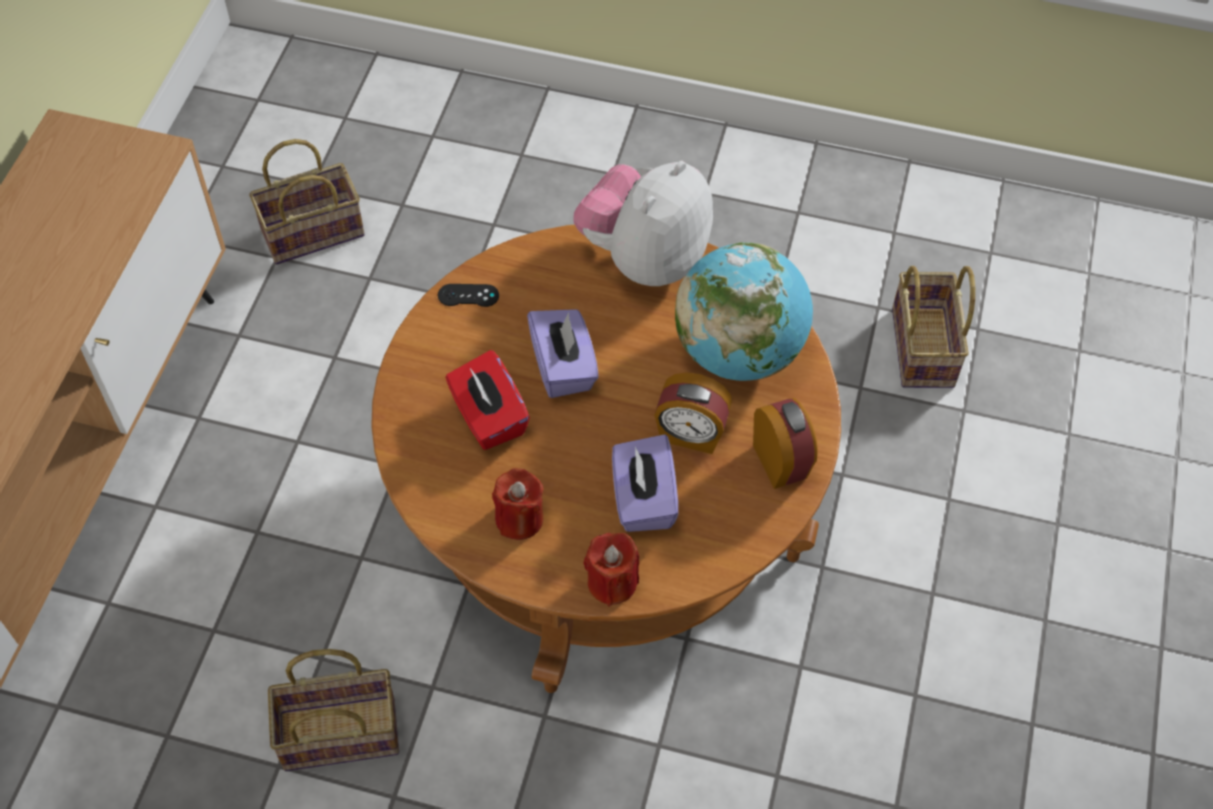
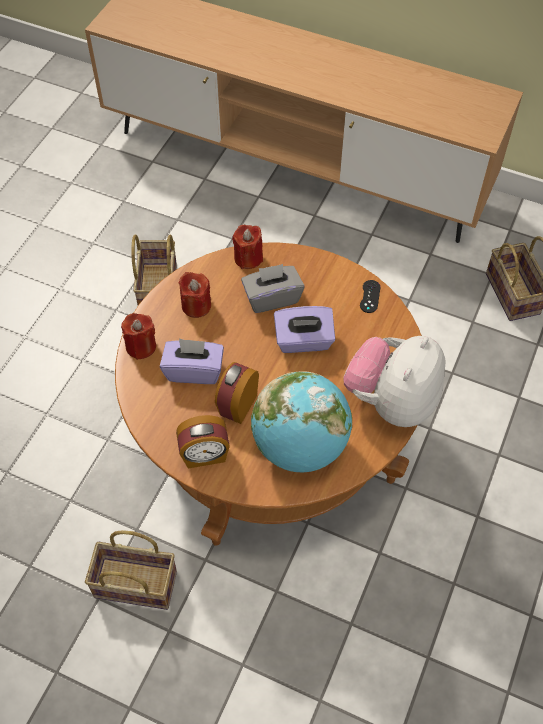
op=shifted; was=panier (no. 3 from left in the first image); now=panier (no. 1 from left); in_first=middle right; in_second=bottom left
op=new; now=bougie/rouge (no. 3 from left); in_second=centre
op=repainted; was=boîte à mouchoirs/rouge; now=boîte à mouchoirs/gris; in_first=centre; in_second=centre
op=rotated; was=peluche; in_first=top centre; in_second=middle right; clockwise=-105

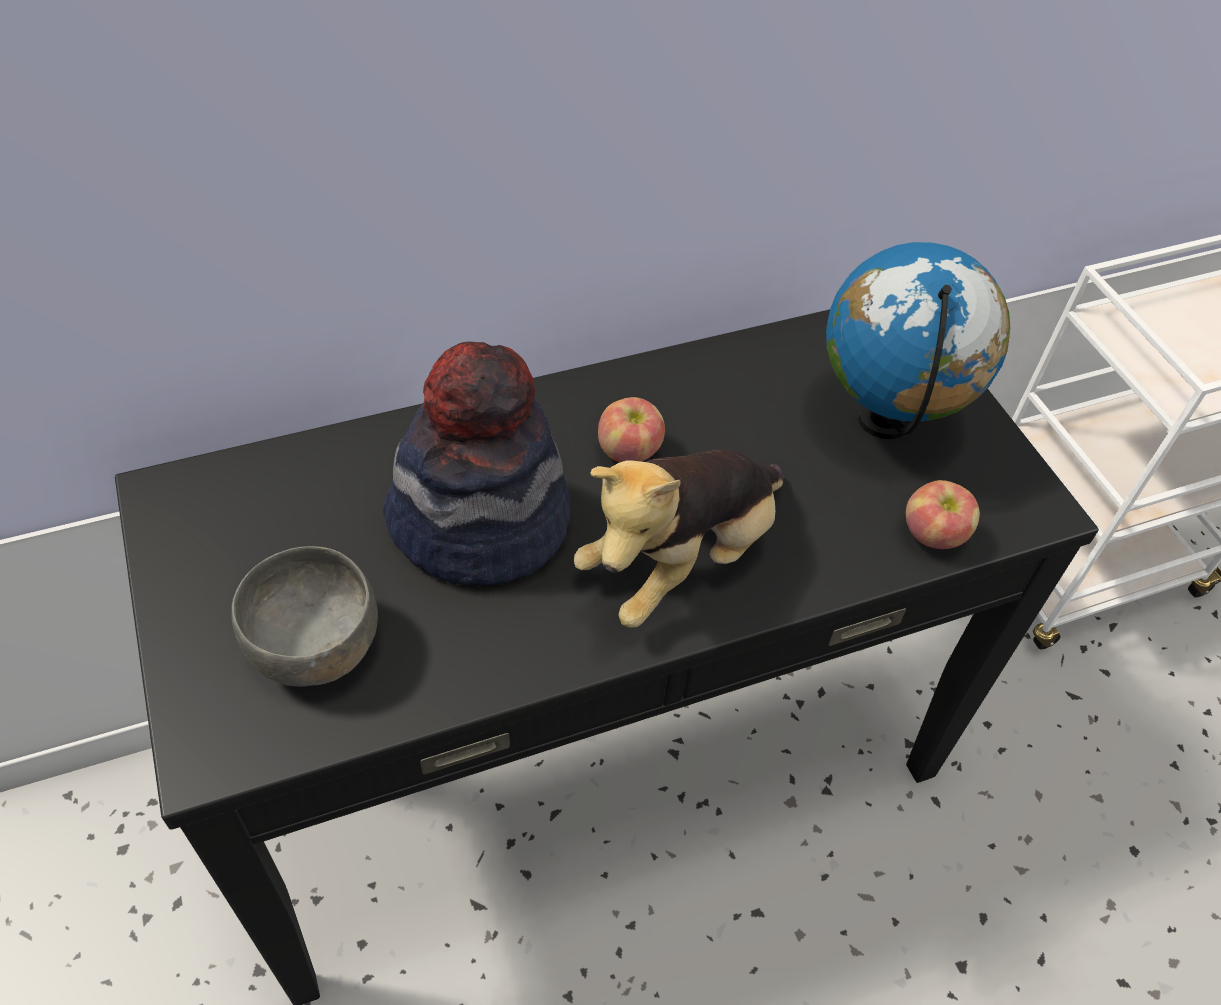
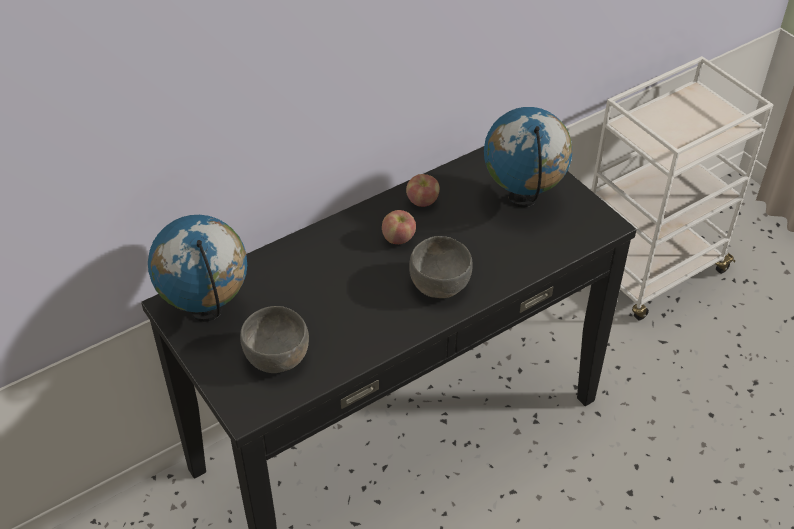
op=new; now=globe (no. 1 from left); in_second=middle left
op=shifted; was=pomme (no. 2 from left); in_first=middle right; in_second=centre
op=swapped; was=peluche; now=bol/gris (no. 2 from left); in_first=centre; in_second=centre
op=gone; was=chapeau; in_first=centre

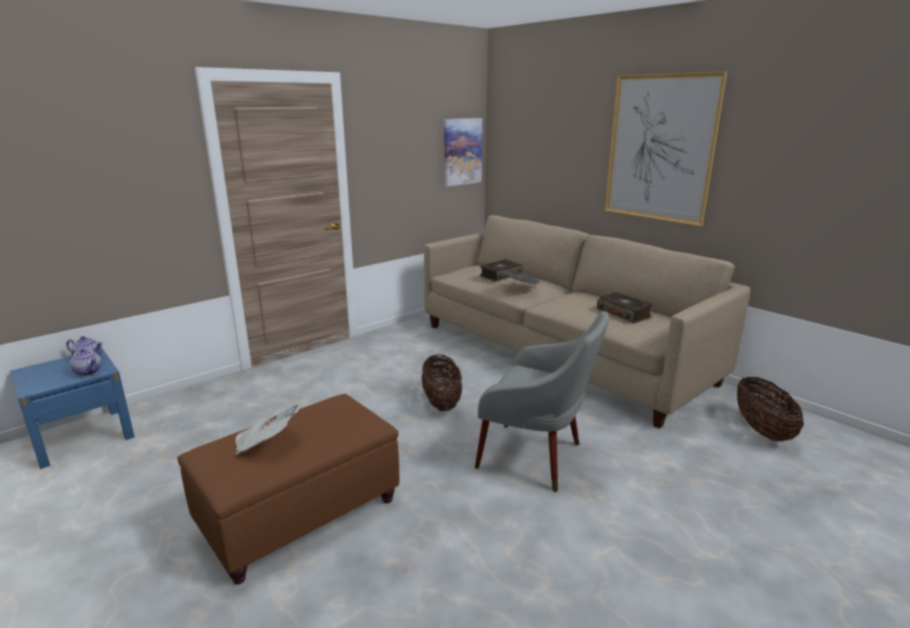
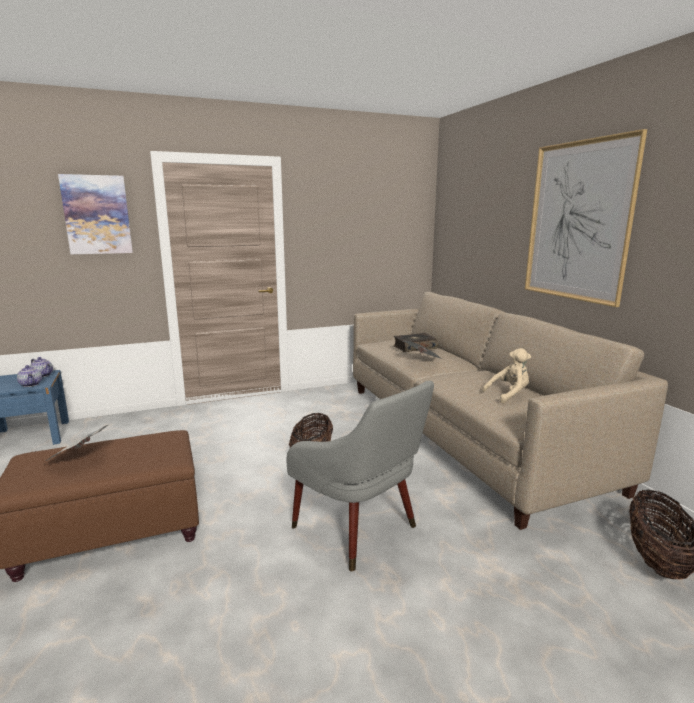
op=shifted; was=tableau (no. 1 from left); in_first=top centre; in_second=top left
op=swapped; was=livre (no. 2 from left); now=peluche/beige; in_first=middle right; in_second=middle right

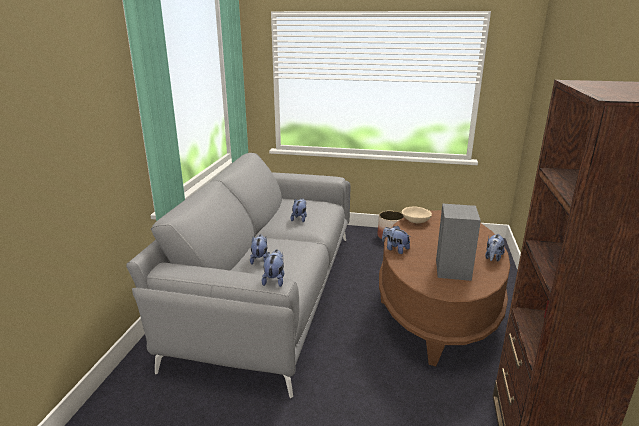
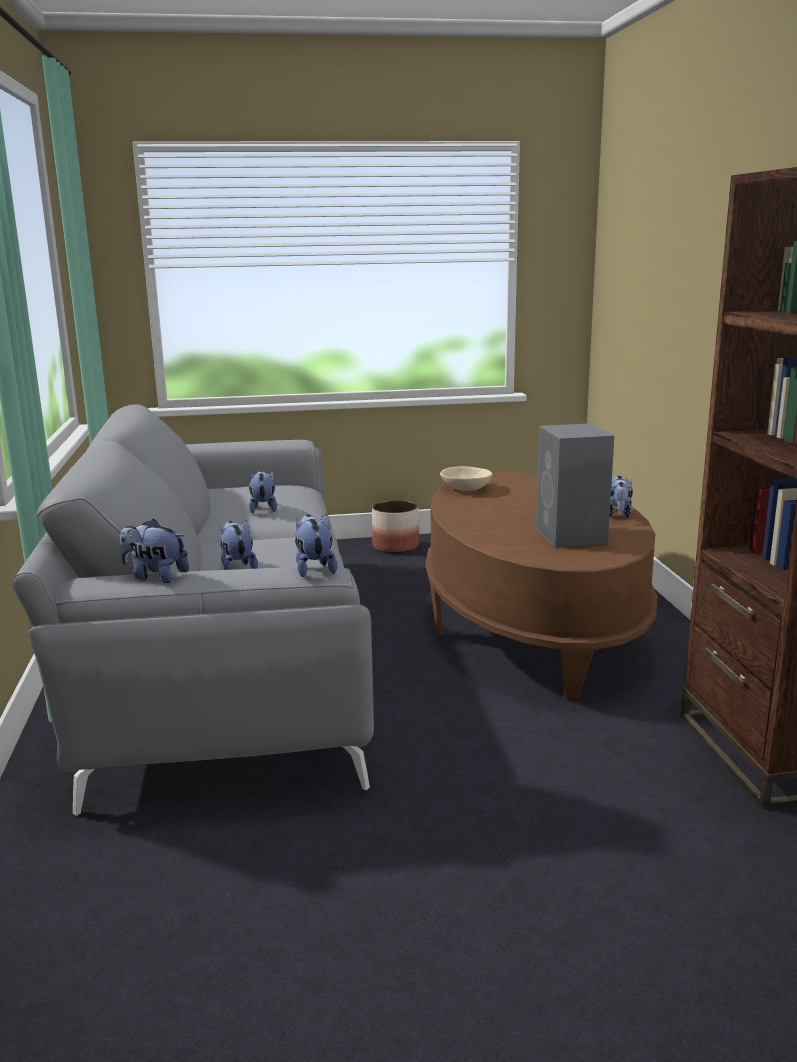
op=shifted; was=peluche (no. 4 from left in the first image); now=peluche (no. 1 from left); in_first=centre; in_second=middle left

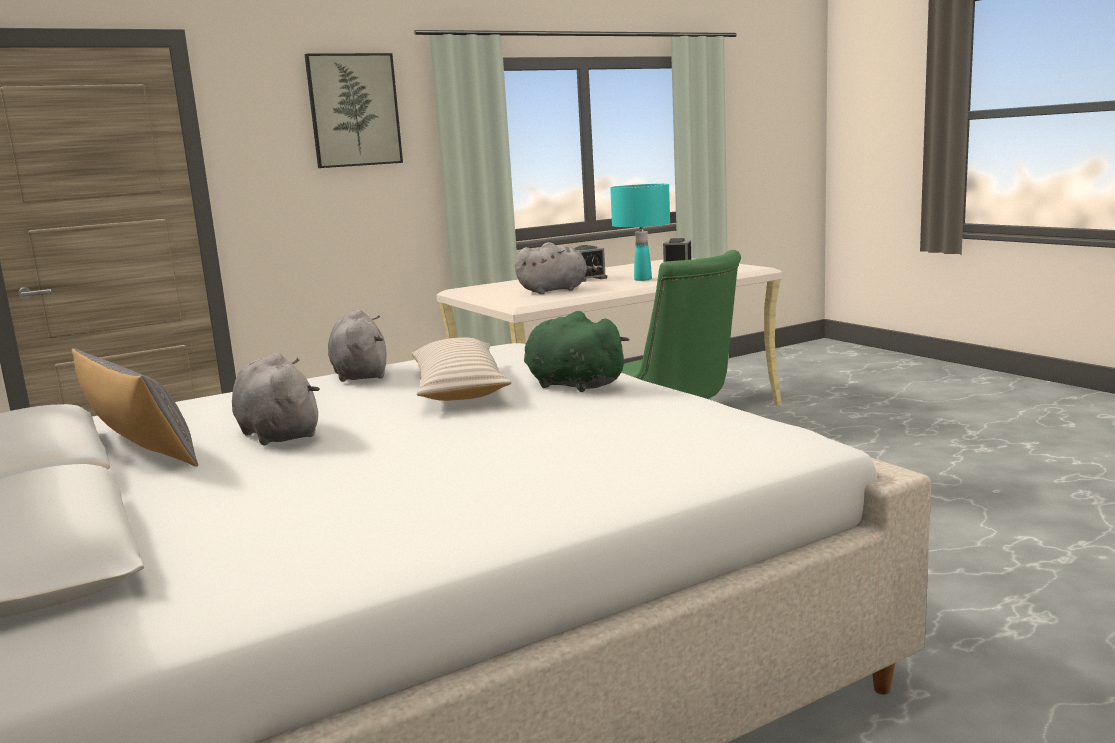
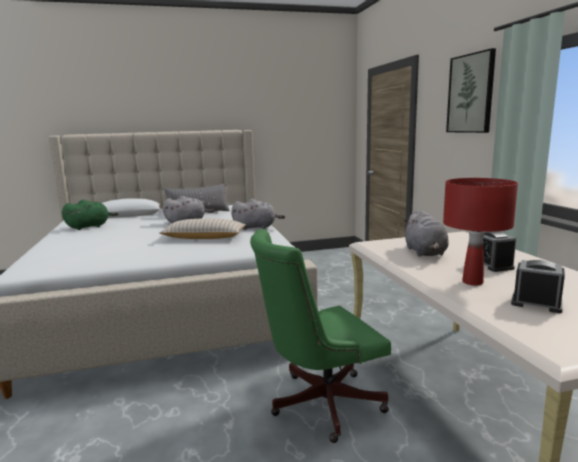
op=shifted; was=peluche/vert; in_first=centre; in_second=middle left
op=repainted; was=lampe de table/turquoise; now=lampe de table/rouge; in_first=top centre; in_second=middle right

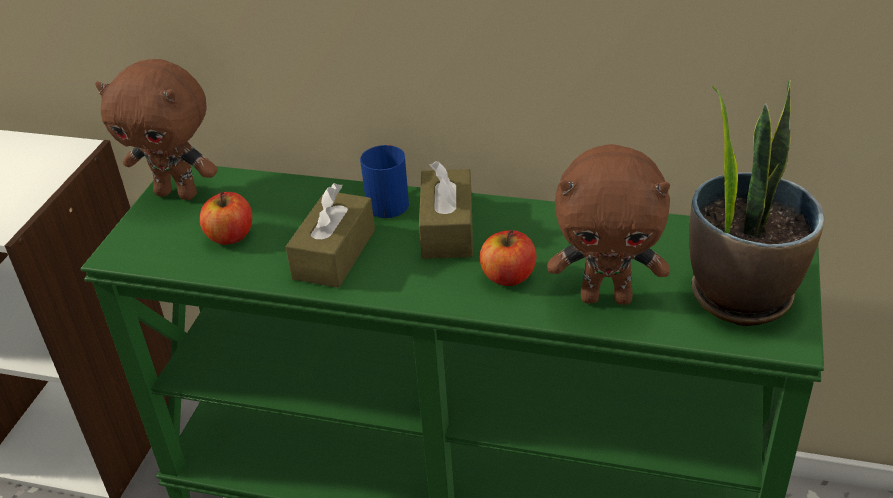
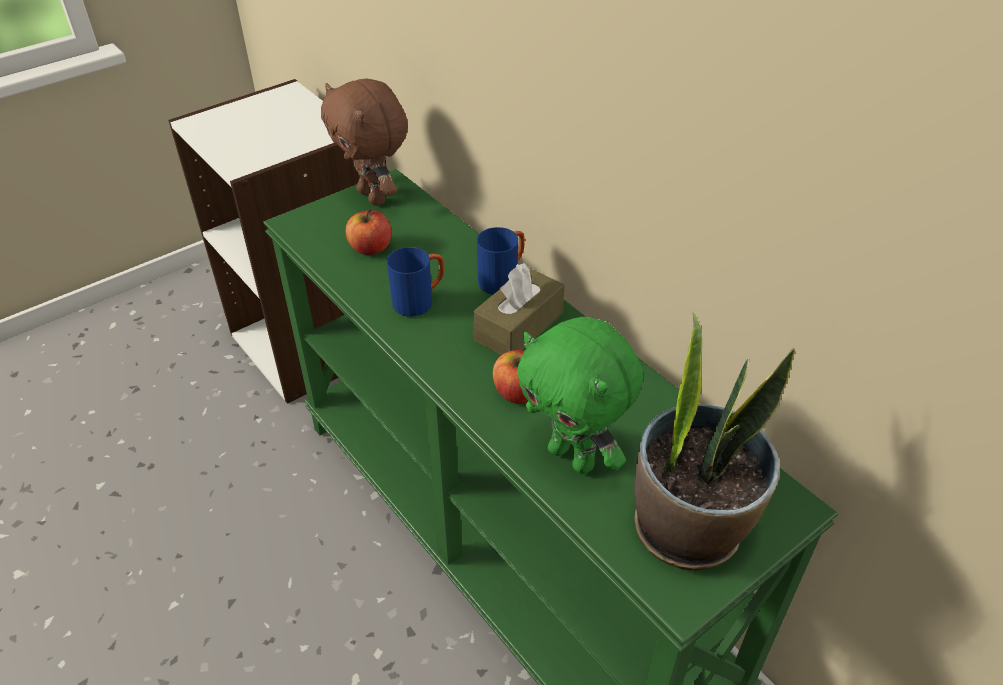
op=swapped; was=boîte à mouchoirs/marron (no. 1 from left); now=mug/bleu (no. 1 from left); in_first=centre; in_second=centre
op=repainted; was=peluche/marron (no. 2 from left); now=peluche/vert; in_first=middle right; in_second=centre

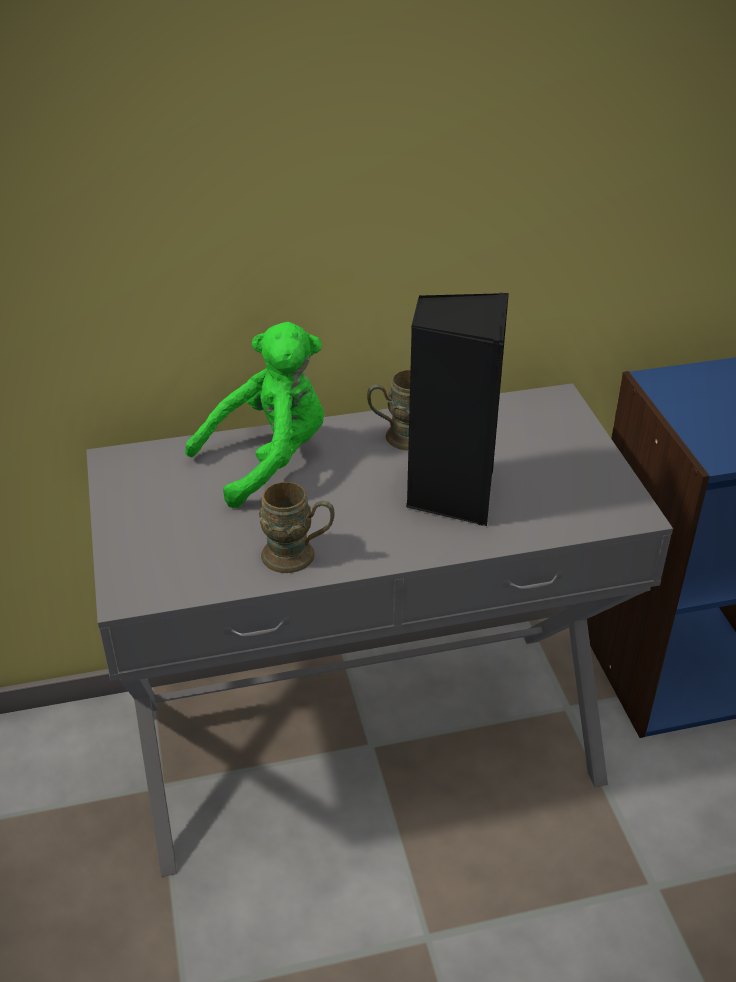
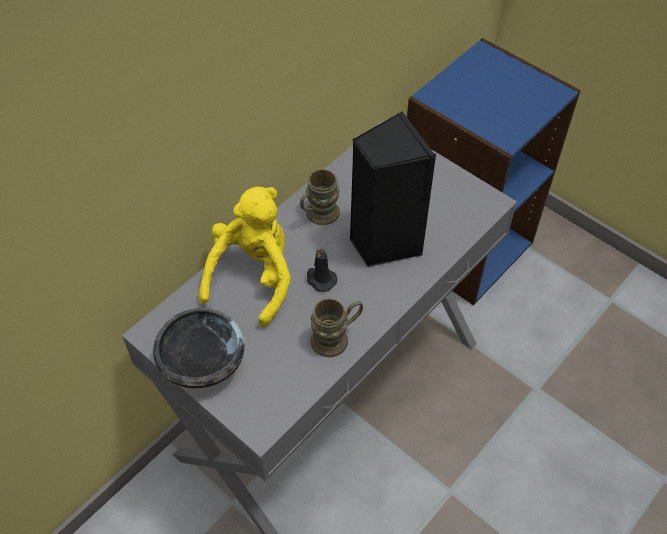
op=new; now=bol/noir; in_second=middle left
op=repainted; was=peluche/vert; now=peluche/jaune; in_first=centre; in_second=centre
op=new; now=bougie/noir; in_second=centre

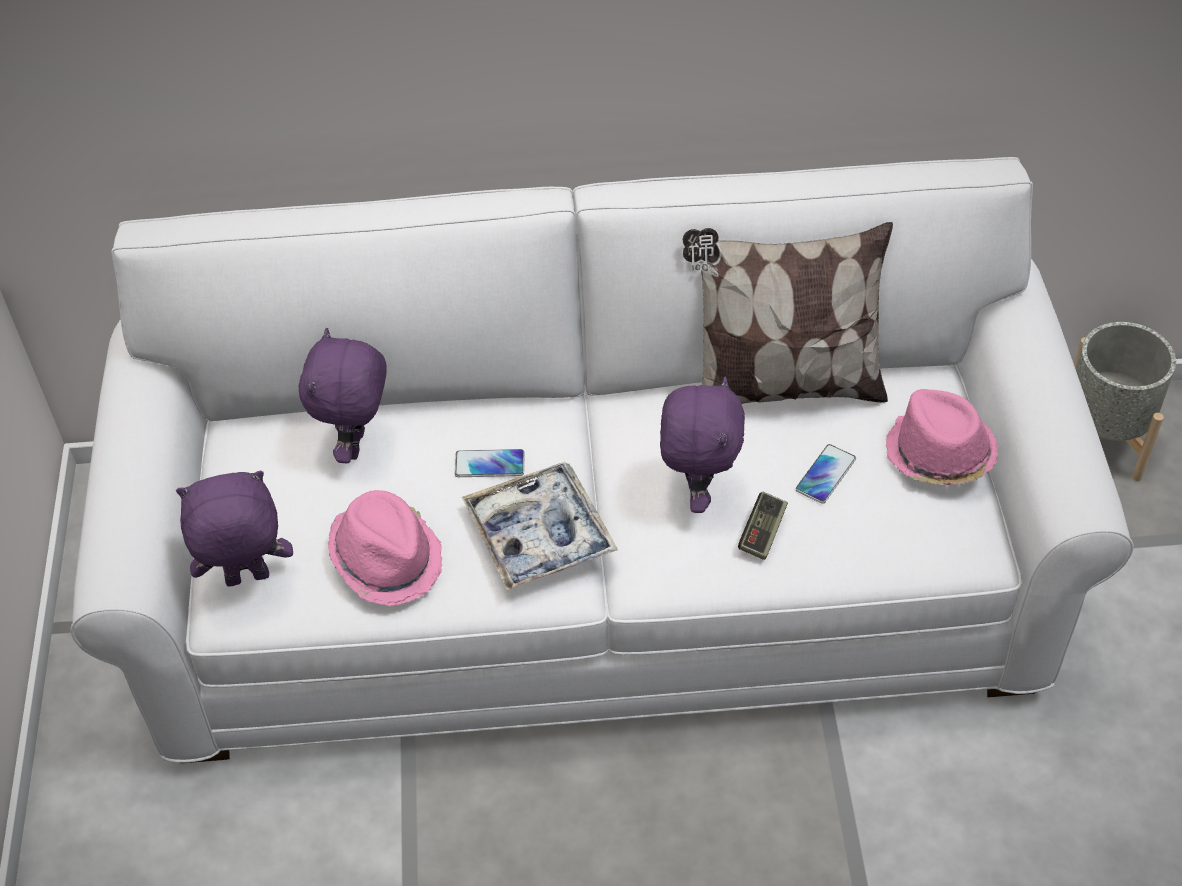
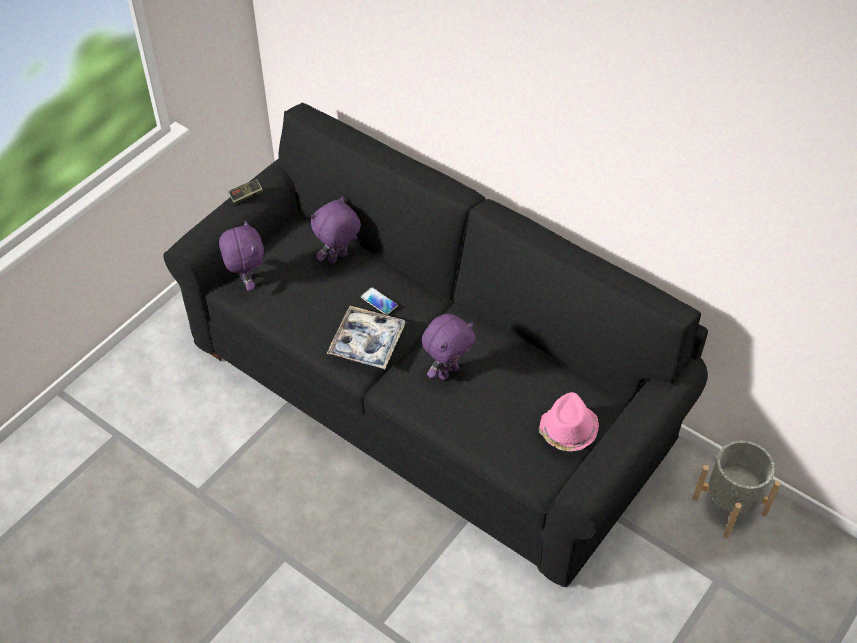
op=repainted; was=canapé/blanc; now=canapé/noir; in_first=centre; in_second=centre
op=rotated; was=peluche/violet (no. 1 from left); in_first=middle left; in_second=middle left; clockwise=45
op=shifted; was=manette; in_first=centre; in_second=top left
op=gone; was=chapeau/rose (no. 1 from left); in_first=middle left
op=gone; was=coussin; in_first=middle right
op=gone; was=téléphone (no. 2 from left); in_first=middle right

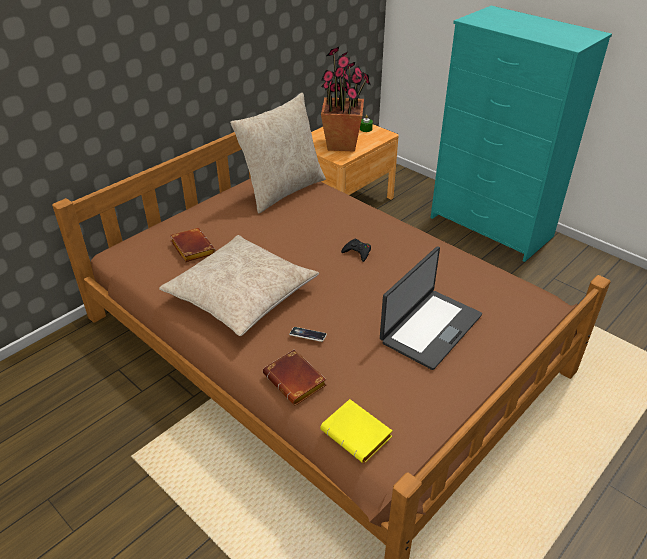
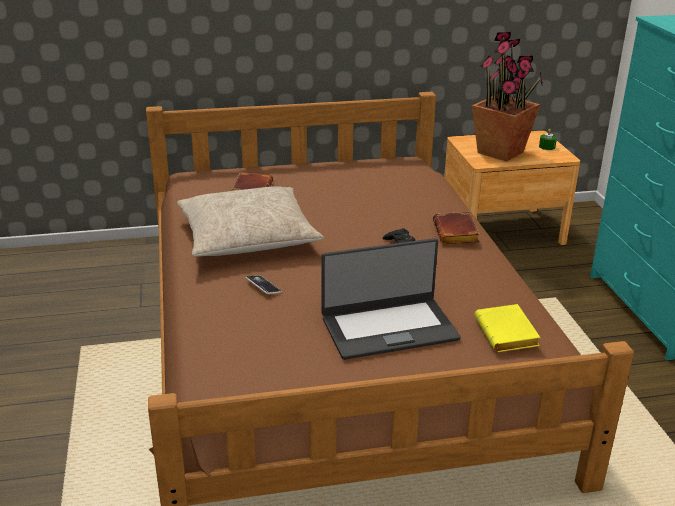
op=shifted; was=livre/marron (no. 2 from left); in_first=bottom centre; in_second=middle right
op=shifted; was=livre/jaune; in_first=bottom centre; in_second=middle right
op=gone; was=coussin/beige (no. 2 from left); in_first=top centre

